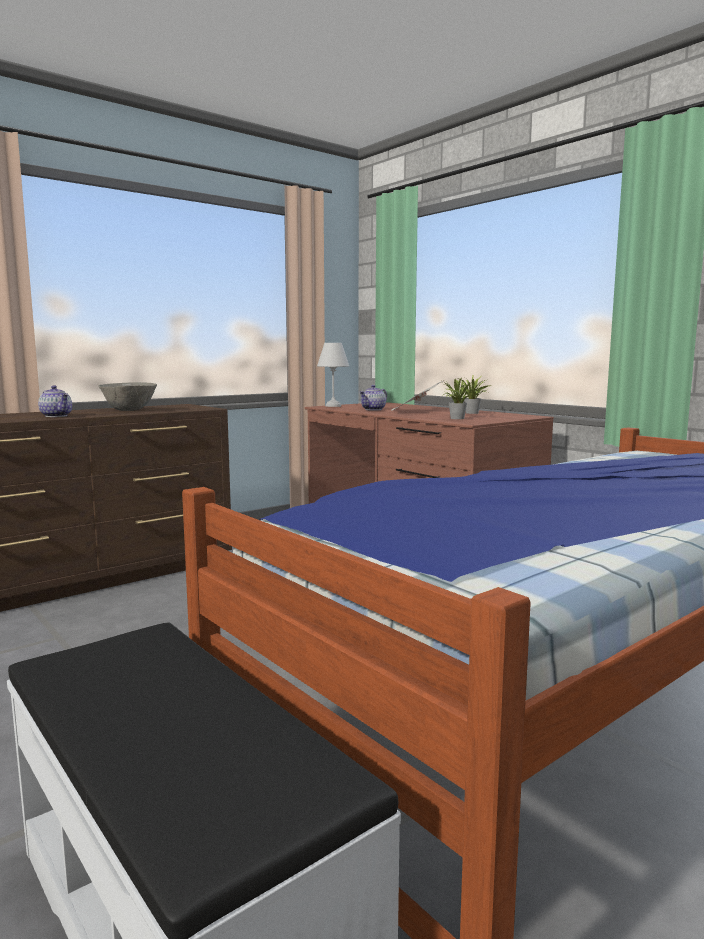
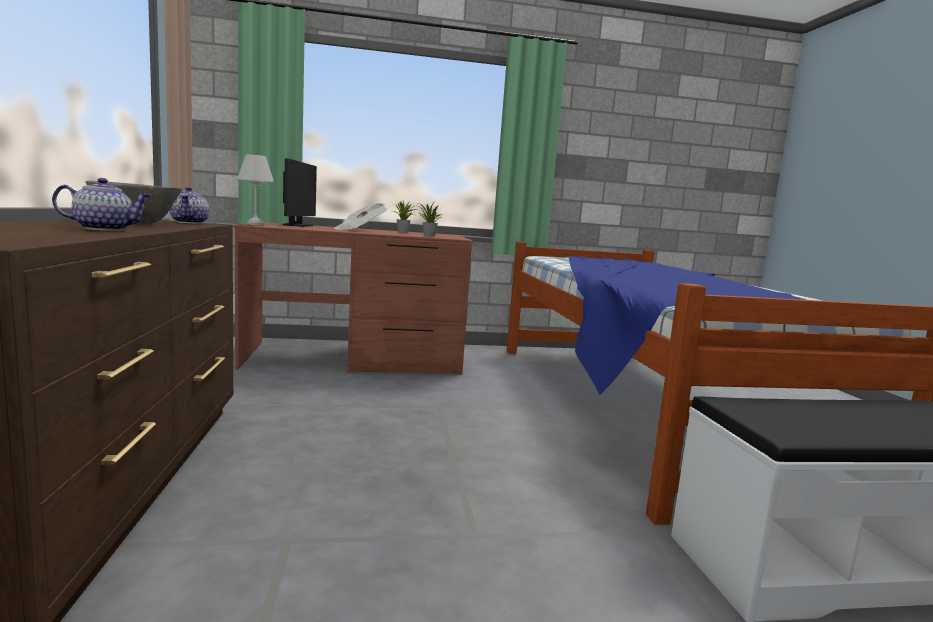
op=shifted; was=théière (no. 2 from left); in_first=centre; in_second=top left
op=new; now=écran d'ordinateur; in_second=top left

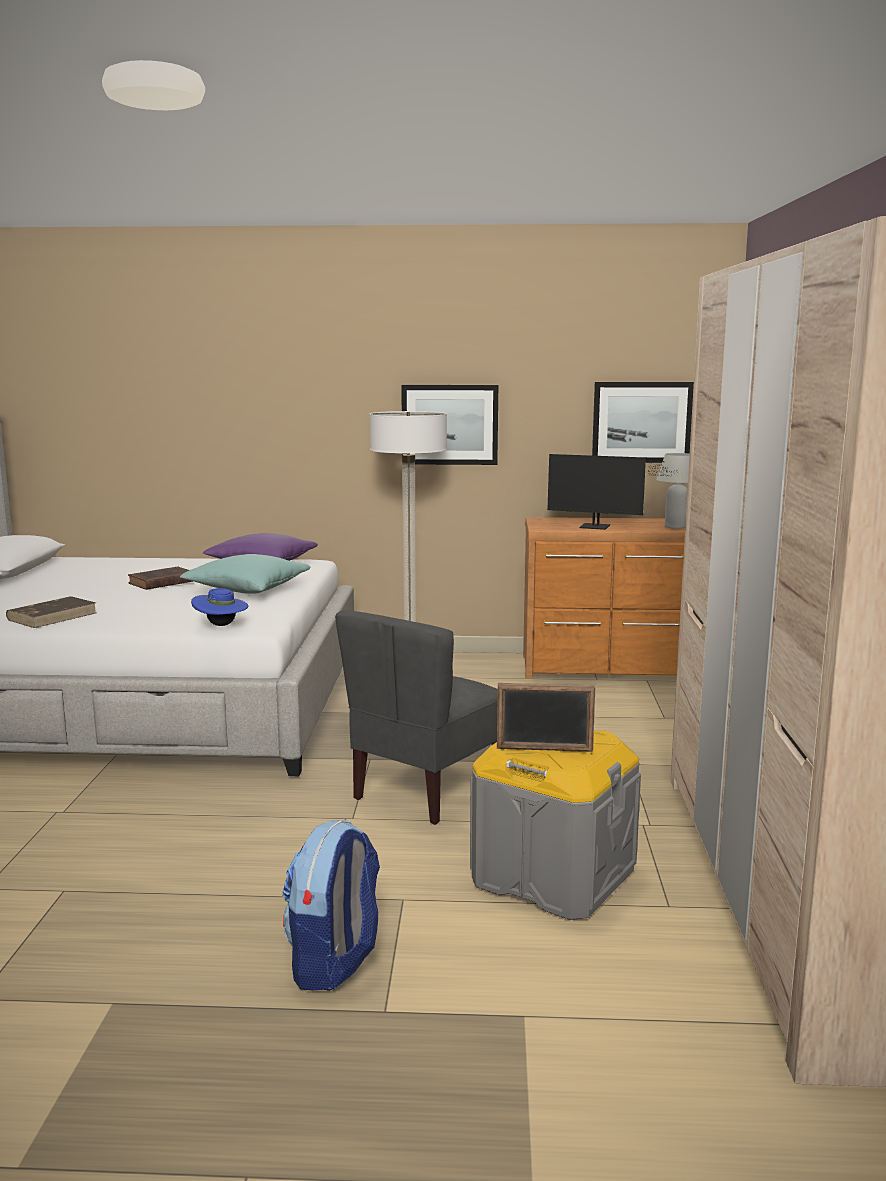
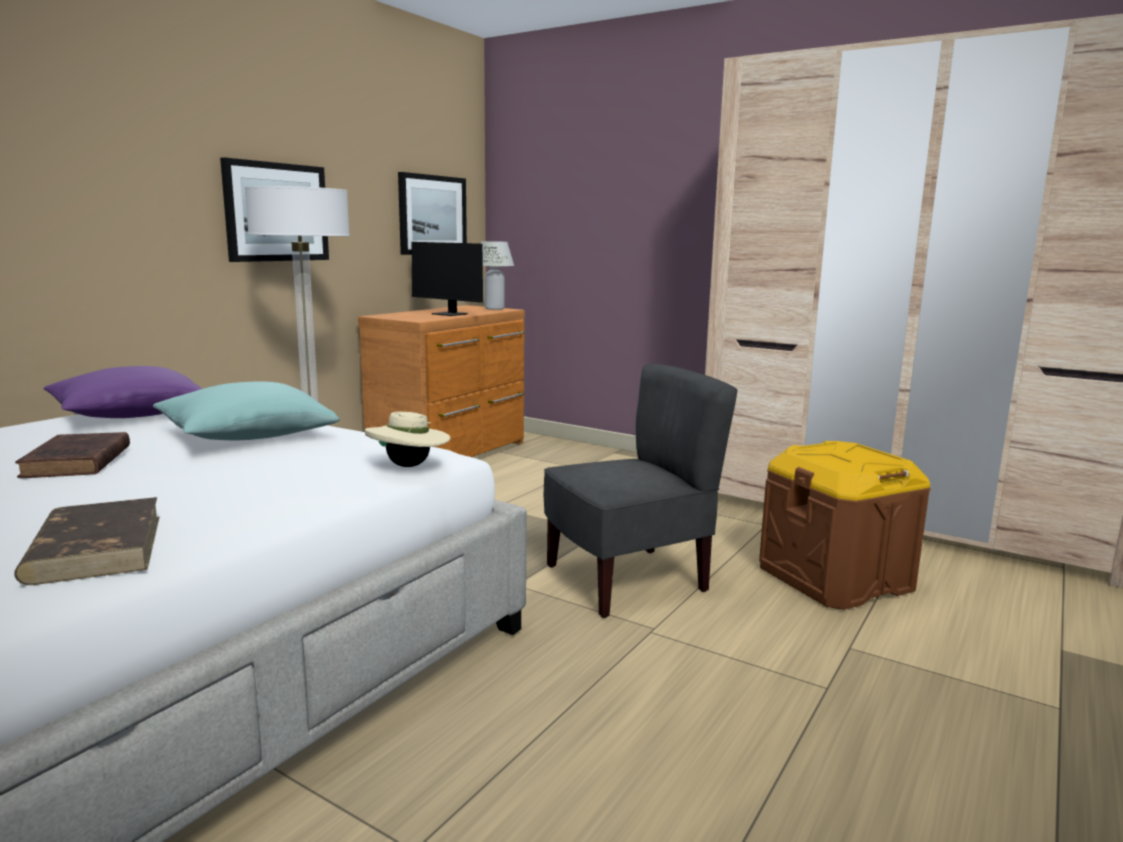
op=repainted; was=chapeau/bleu; now=chapeau/beige; in_first=middle left; in_second=centre
op=rotated; was=écran d'ordinateur; in_first=middle right; in_second=top centre; clockwise=75
op=rotated; was=chaise/gris; in_first=centre; in_second=centre; clockwise=-90
op=repainted; was=boîte de rangement/gris; now=boîte de rangement/marron; in_first=bottom centre; in_second=middle right
op=gone; was=sac à dos; in_first=bottom centre
op=gone; was=cadre photo; in_first=centre

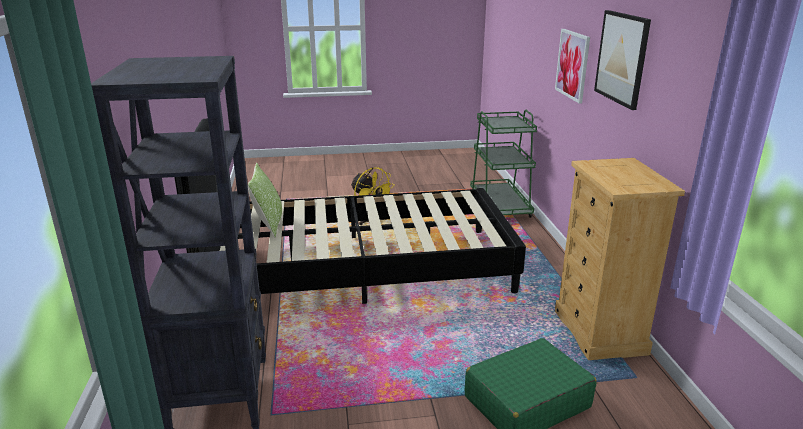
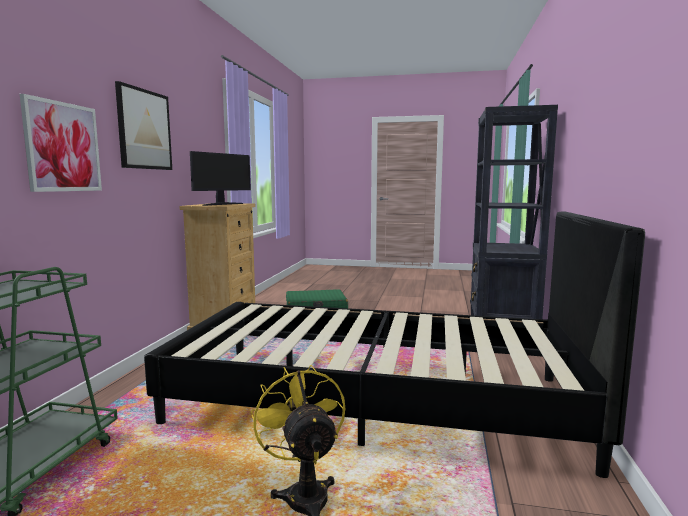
op=new; now=écran d'ordinateur; in_second=middle left
op=gone; was=coussin; in_first=middle left

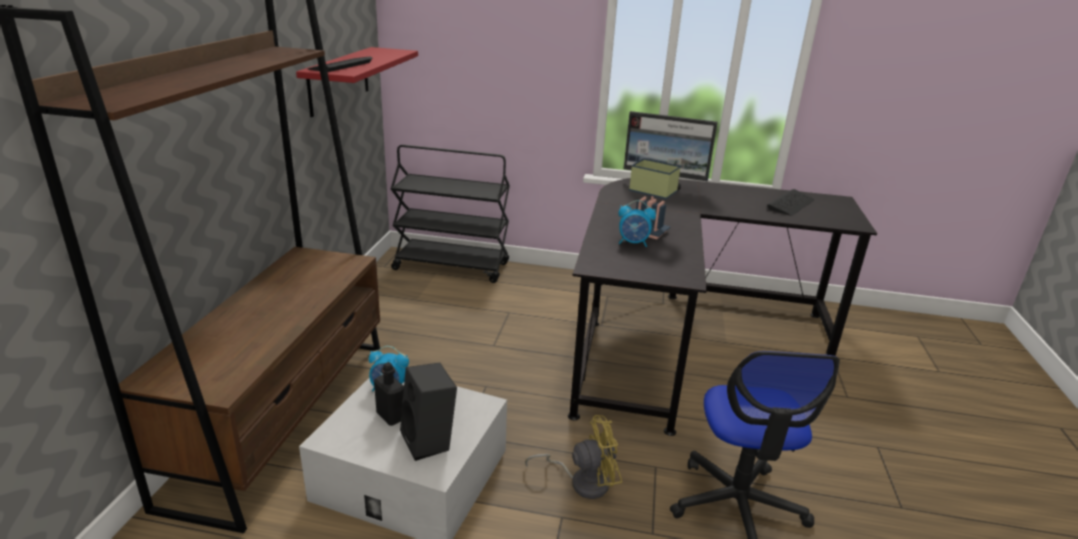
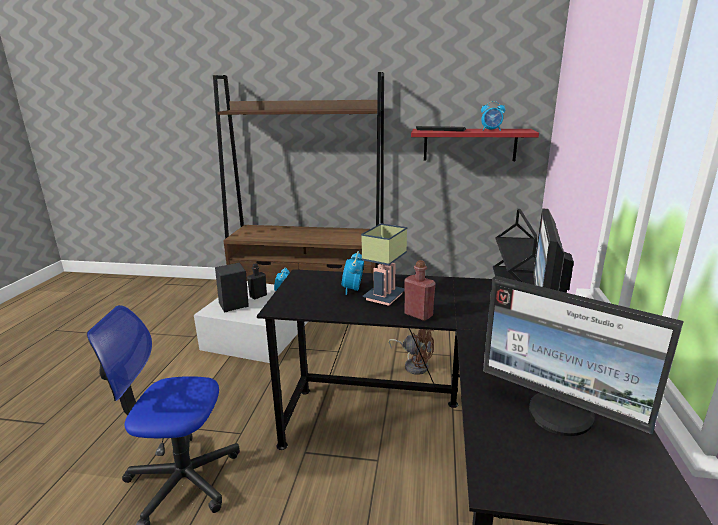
op=new; now=ventilateur/marron; in_second=bottom centre
op=new; now=bouteille/rouge; in_second=centre
op=new; now=réveil (no. 3 from left); in_second=top right
op=swapped; was=clavier (no. 2 from left); now=écran d'ordinateur (no. 2 from left); in_first=middle right; in_second=bottom right
op=gone; was=ventilateur/jaune; in_first=bottom centre

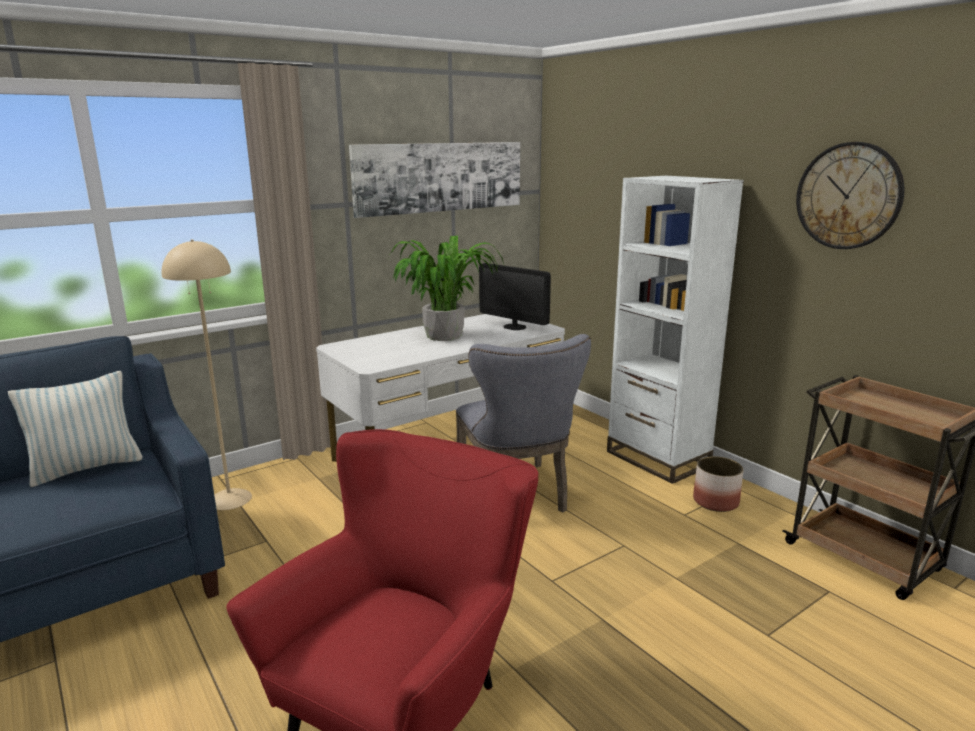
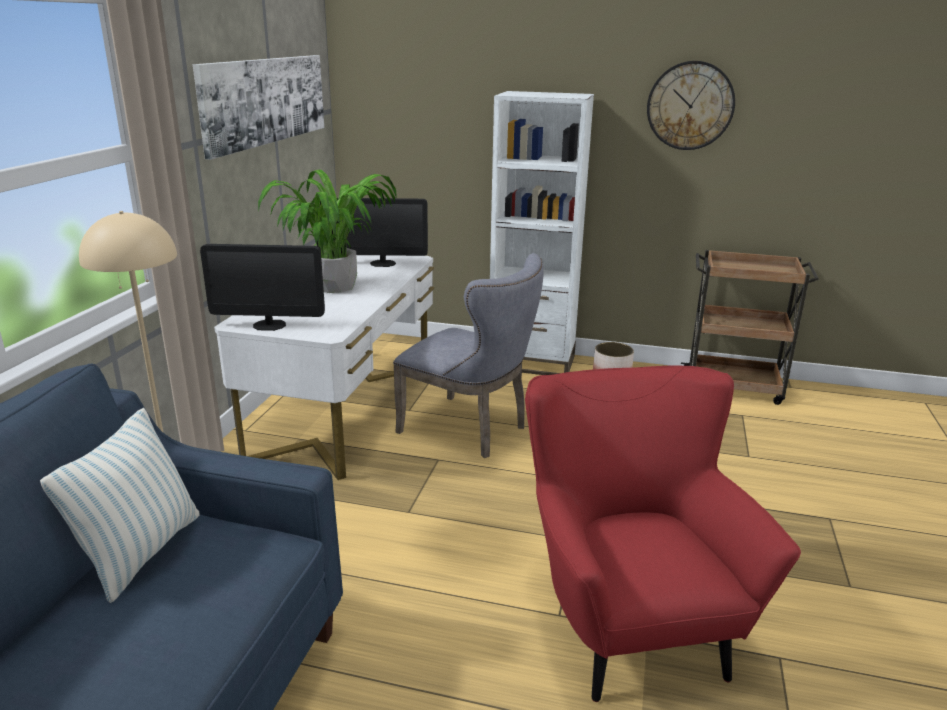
op=new; now=écran d'ordinateur (no. 1 from left); in_second=middle left

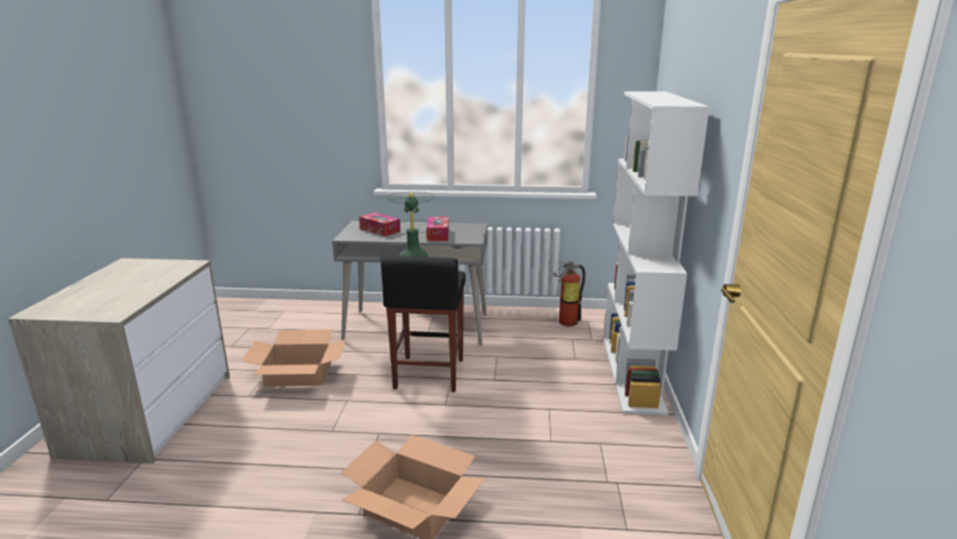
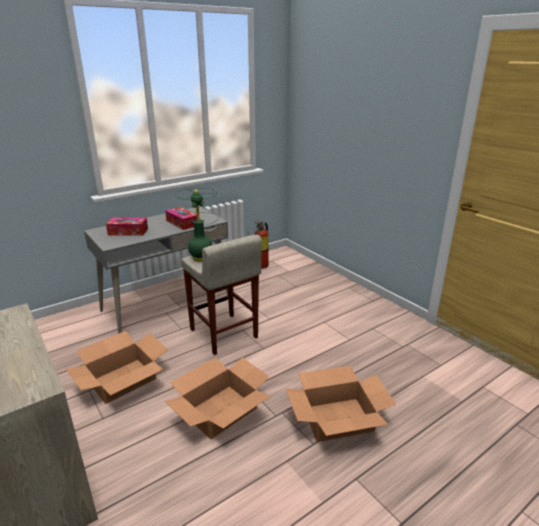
op=new; now=carton (no. 2 from left); in_second=bottom centre
op=repainted; was=tabouret/noir; now=tabouret/beige; in_first=centre; in_second=centre
op=gone; was=bibliothèque/blanc; in_first=middle right

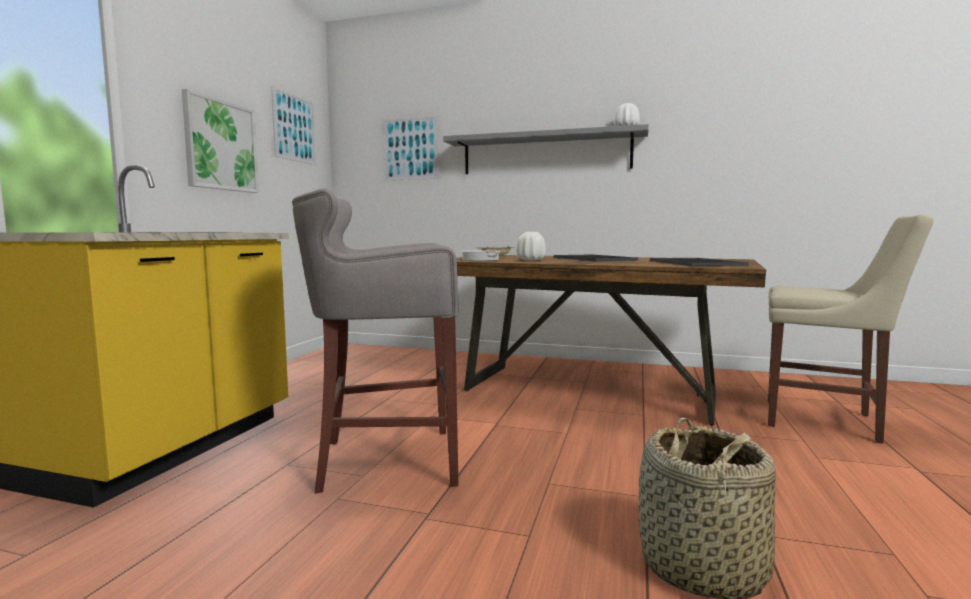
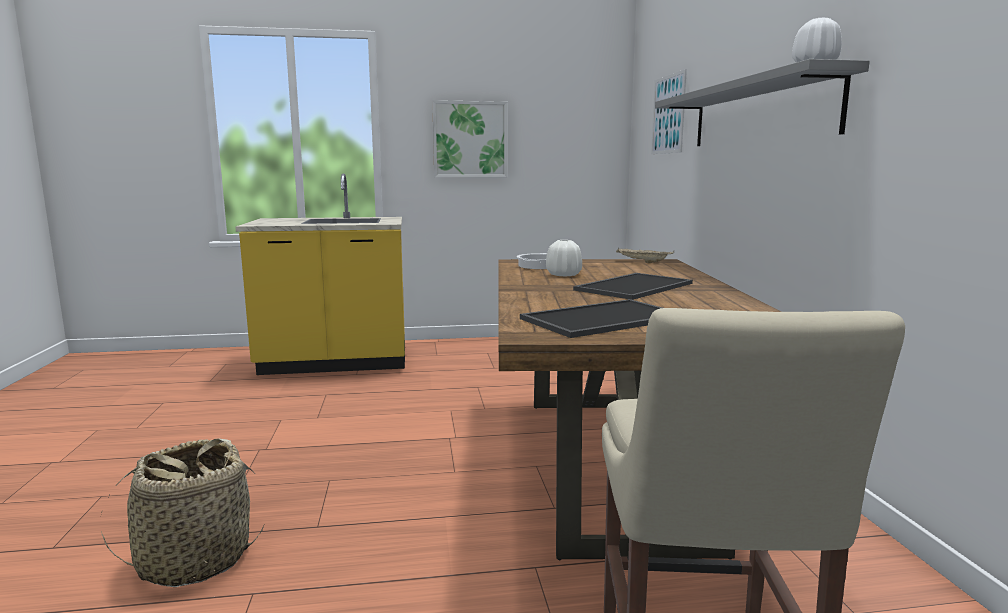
op=gone; was=tableau (no. 2 from left); in_first=top left
op=gone; was=tabouret/gris; in_first=centre

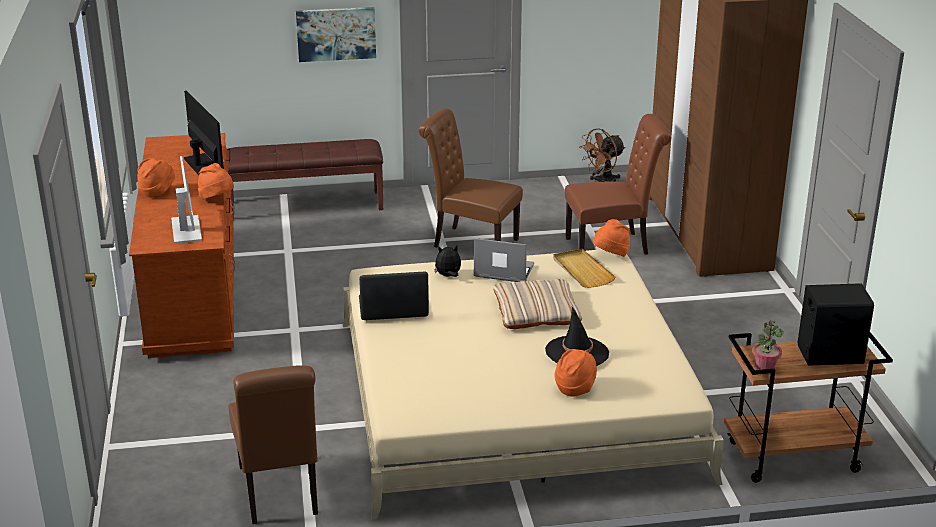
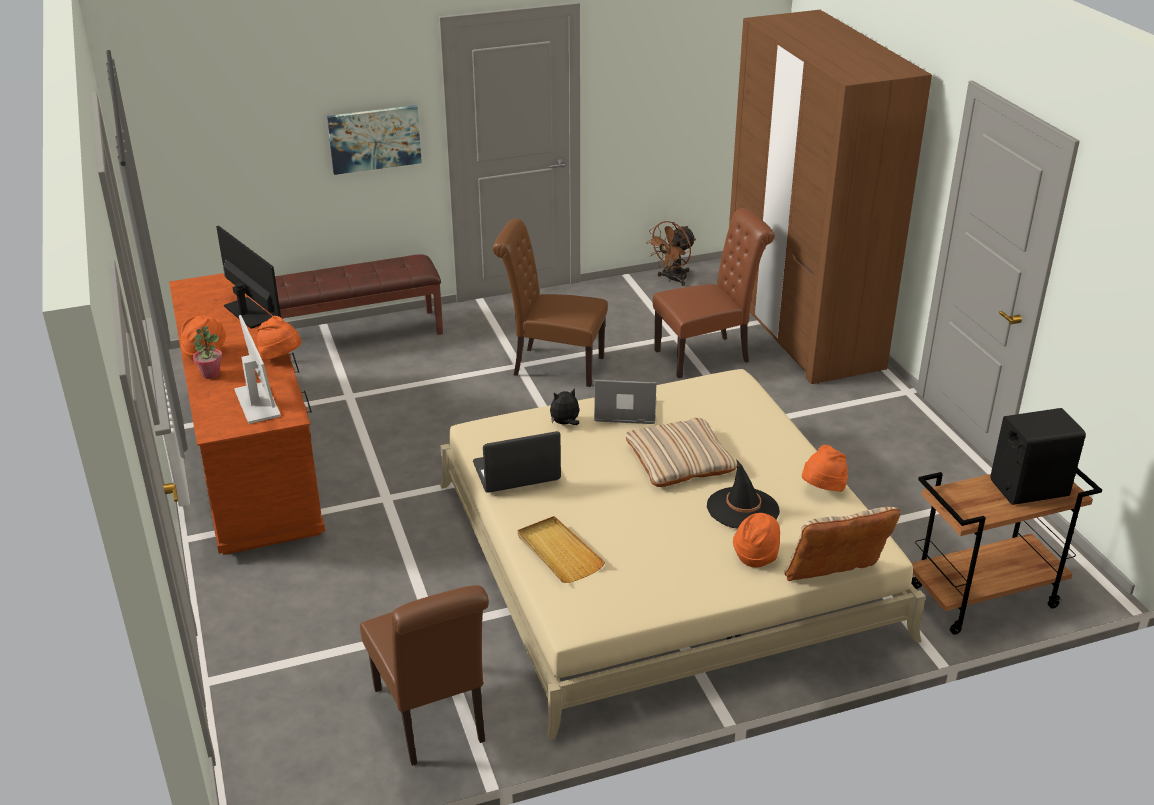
op=shifted; was=plante en pot; in_first=middle right; in_second=middle left
op=shifted; was=plateau/beige; in_first=centre; in_second=bottom centre
op=new; now=coussin/beige (no. 2 from left); in_second=bottom right
op=shifted; was=chapeau/orange (no. 4 from left); in_first=centre; in_second=middle right

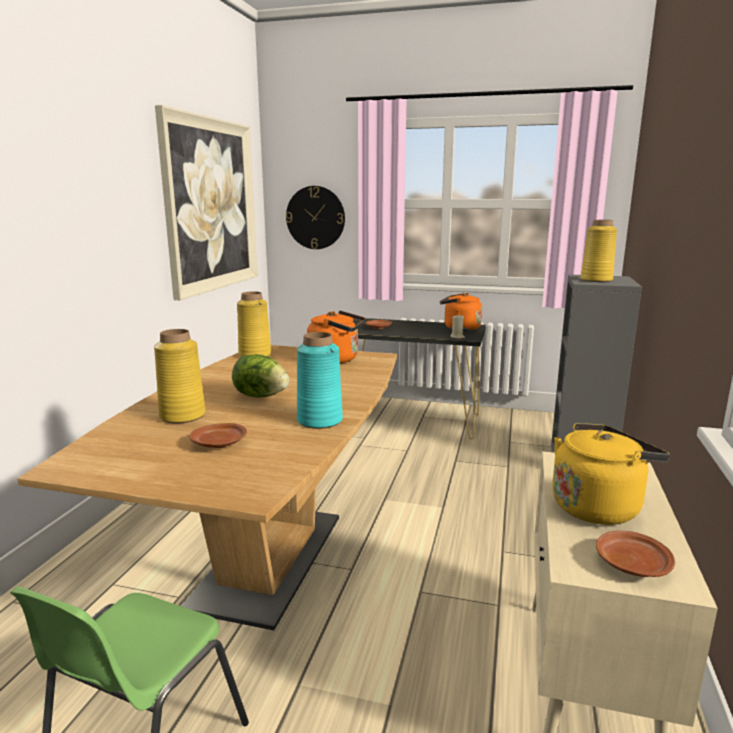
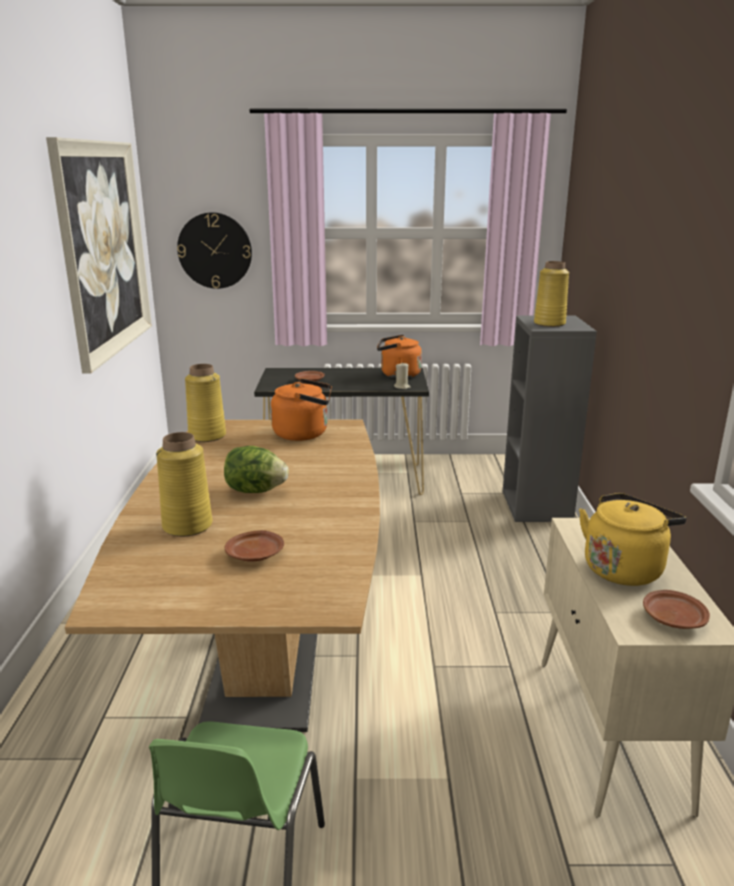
op=gone; was=vase/turquoise; in_first=centre

